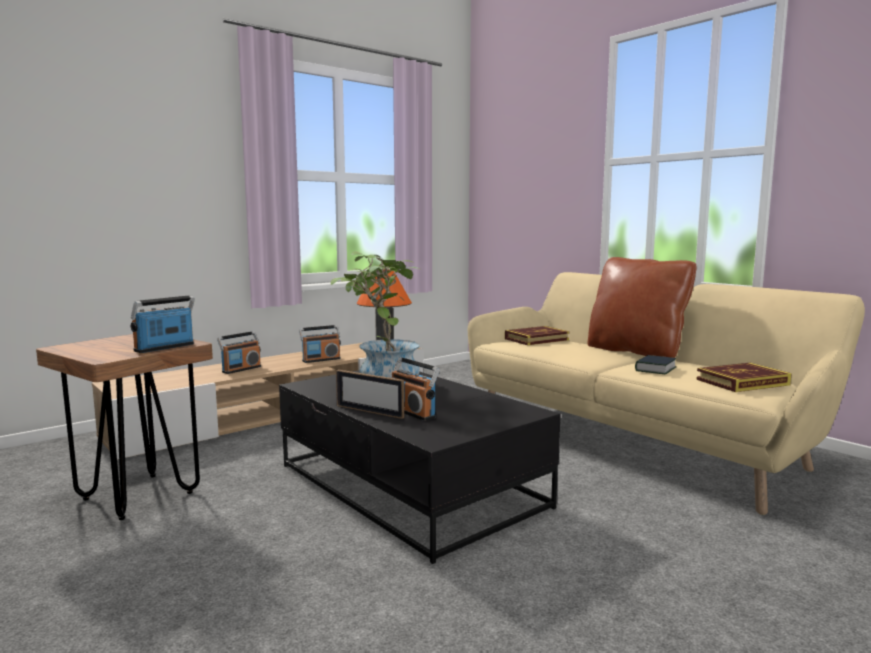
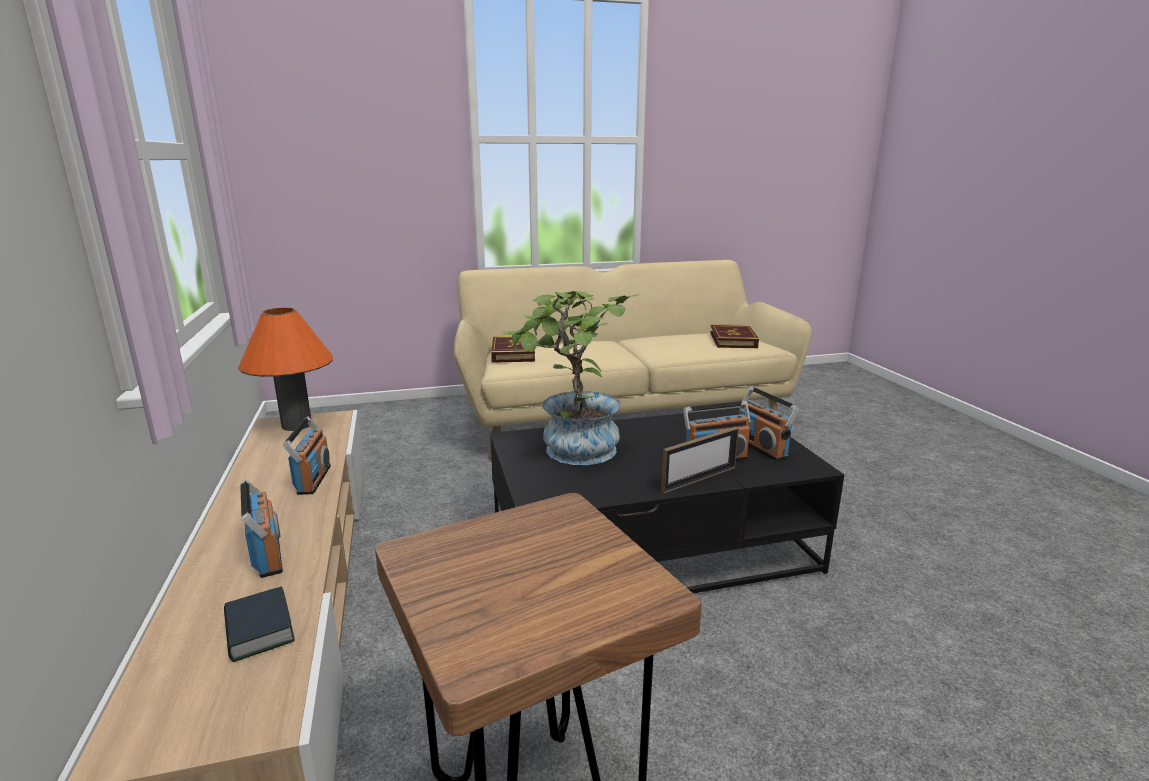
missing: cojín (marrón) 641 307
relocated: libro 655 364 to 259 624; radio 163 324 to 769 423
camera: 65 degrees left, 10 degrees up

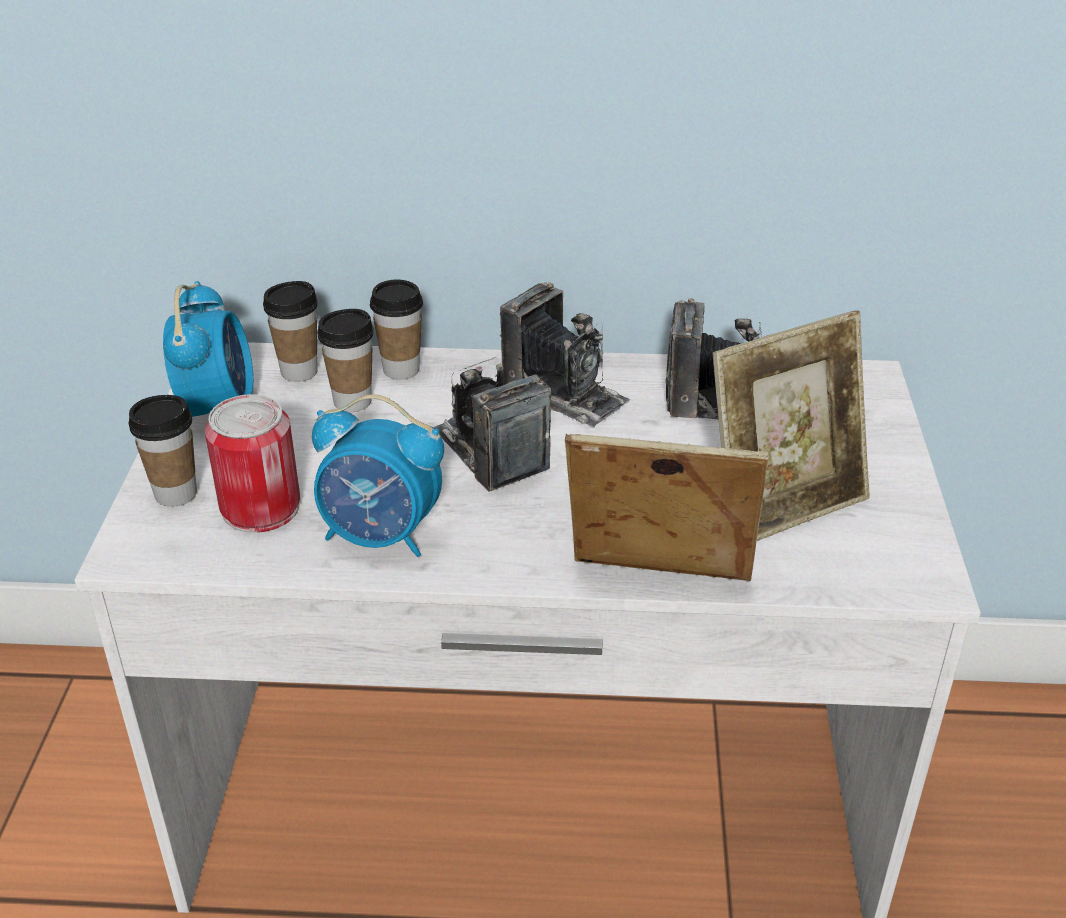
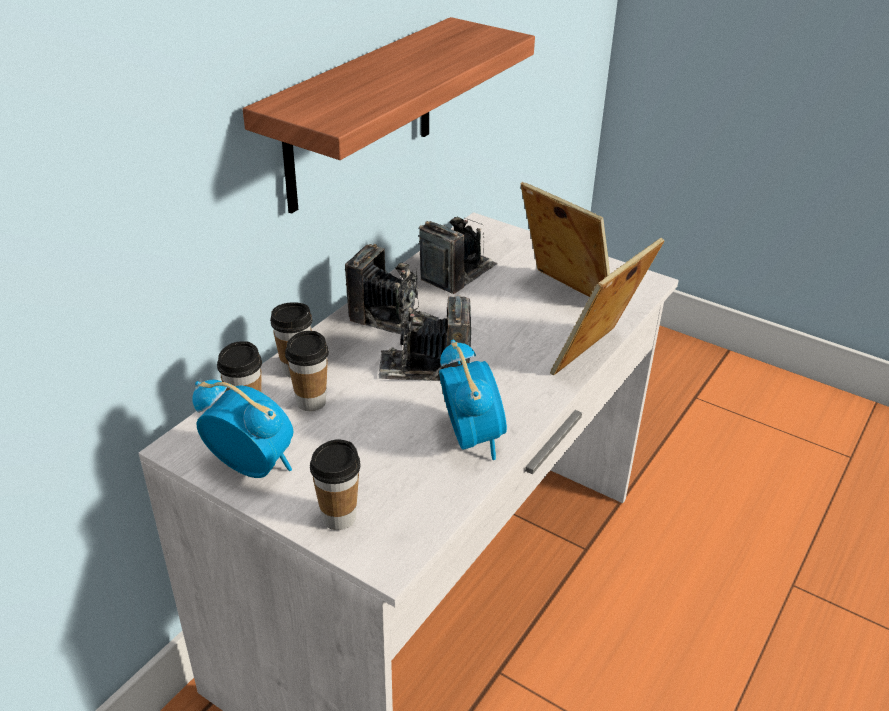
missing: lata 252 463
appeared: estante 389 115
spun: cámara 565 355 = 392 289 45 degrees clockwise; despertador 378 475 = 473 399 60 degrees counterclockwise; portarretratos 791 425 = 565 239 45 degrees counterclockwise
camera: 60 degrees left, 0 degrees up

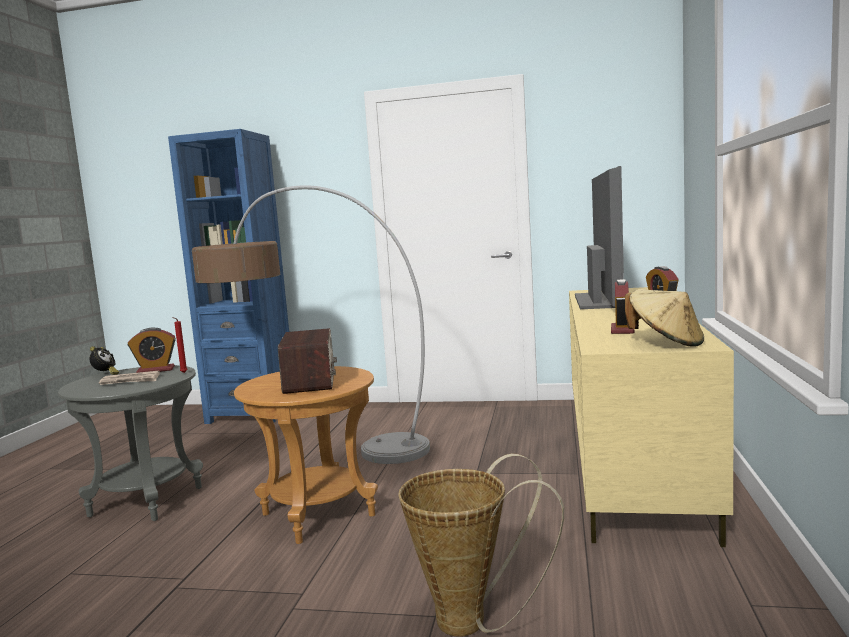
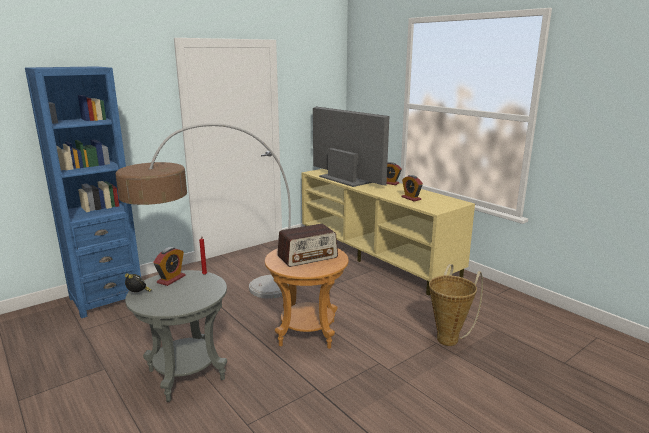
missing: periódico 129 378; sombrero (beis) 664 317
spun: radio 307 361 = 307 245 120 degrees clockwise
camera: 50 degrees left, 10 degrees up

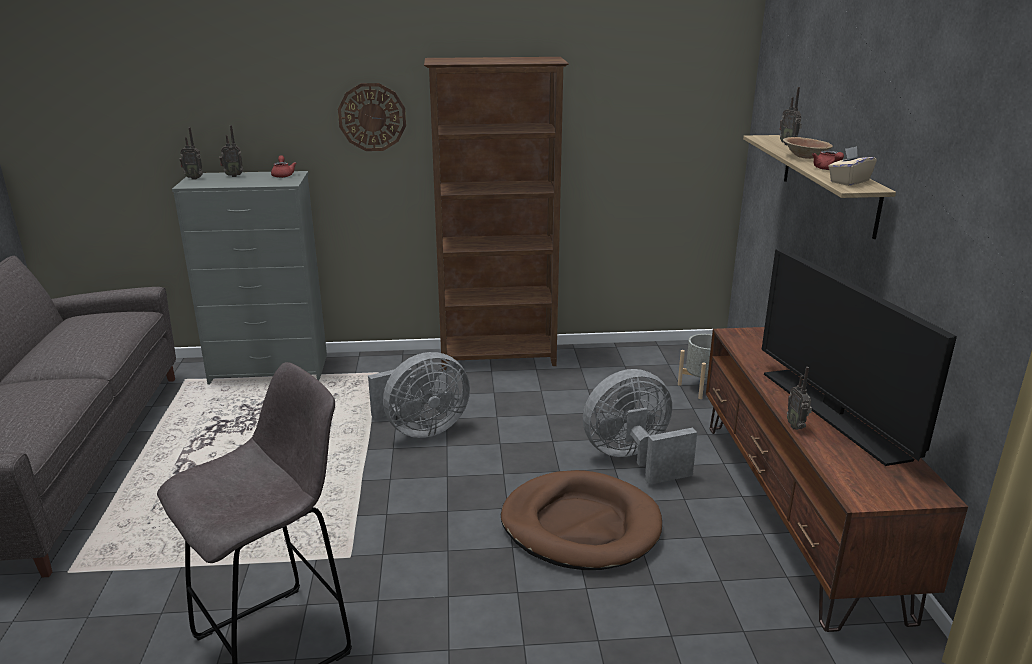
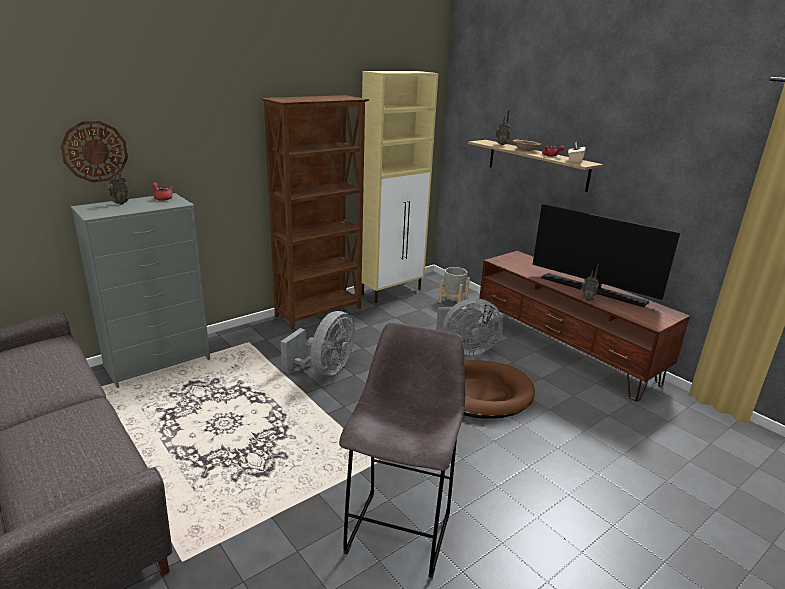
missing: radio 191 153
appeared: armario (beis) 400 187
relocated: reloj de pared 372 117 to 94 151
spun: ventilador (gris) 640 427 = 469 326 135 degrees counterclockwise
camera: 35 degrees left, 0 degrees up

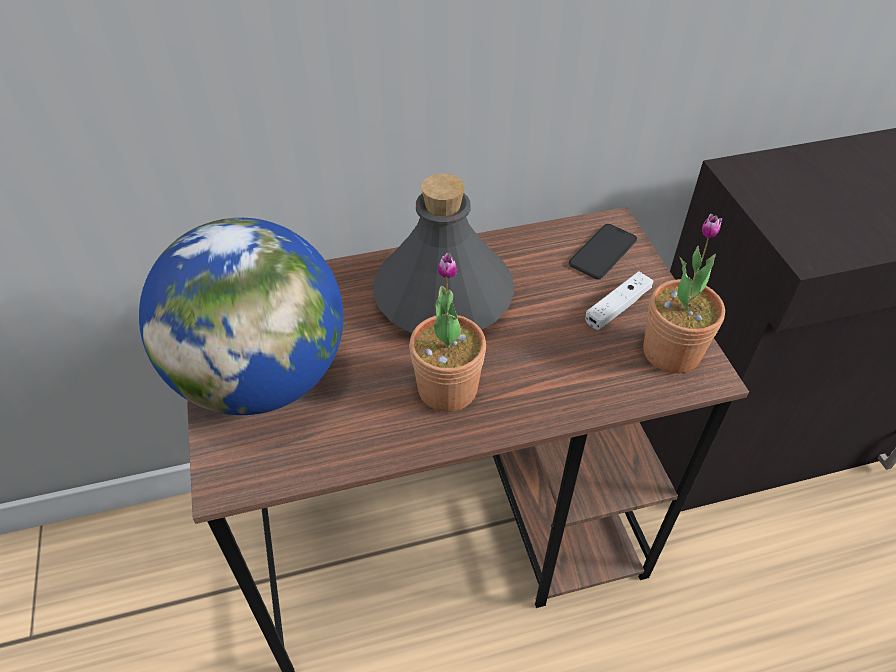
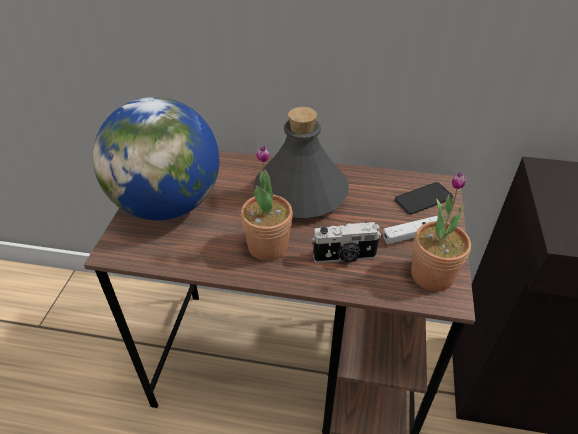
appeared: cámara 346 242
camera: 25 degrees right, 5 degrees down

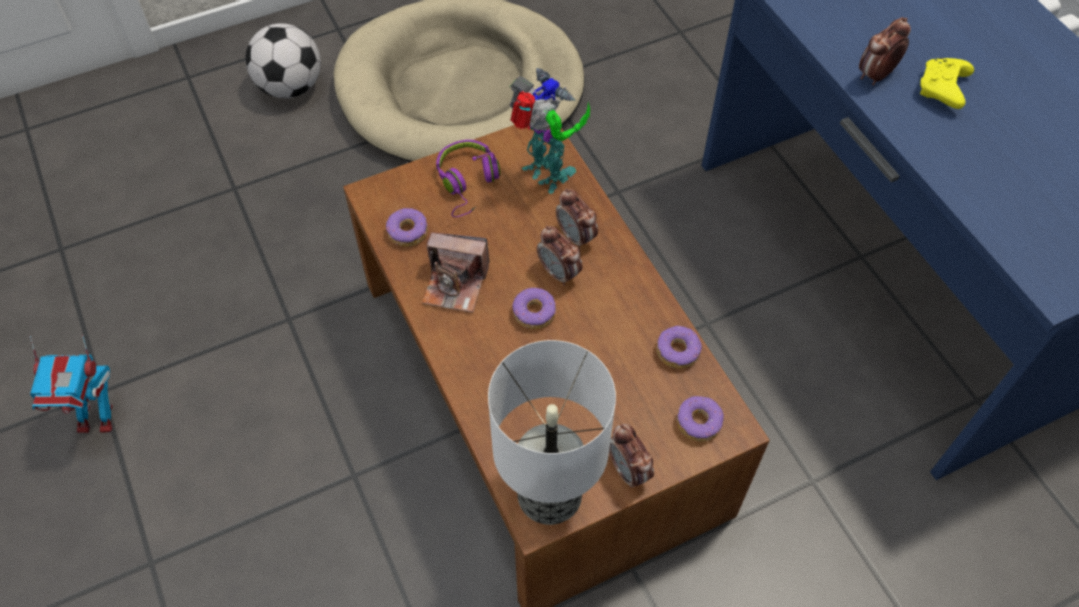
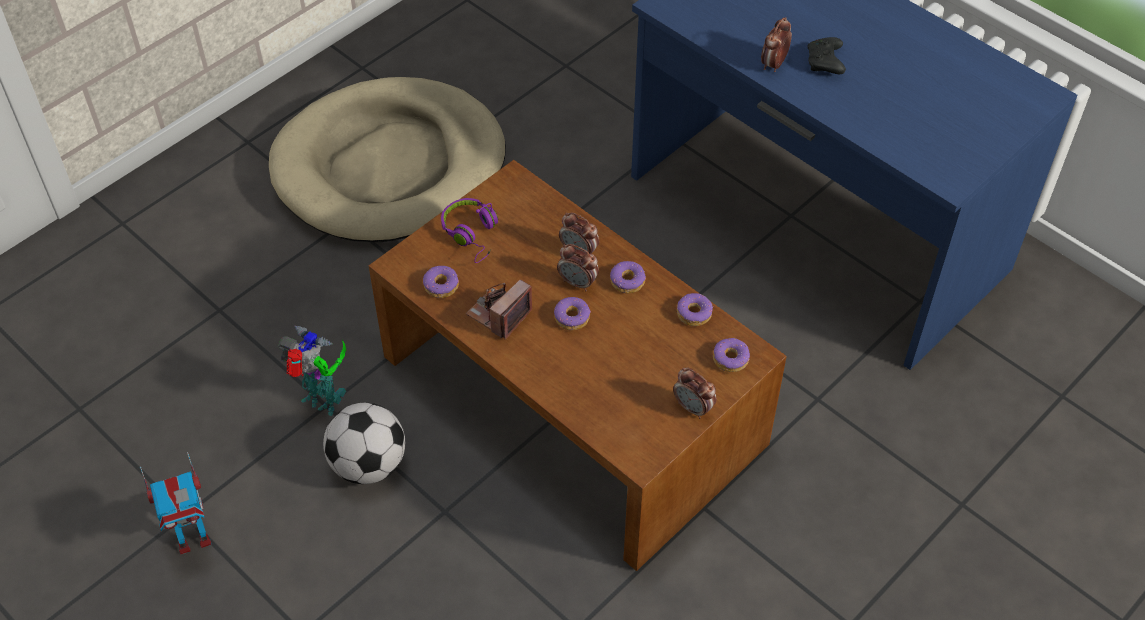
missing: lámpara de mesa 552 432
appeared: rosquilla 628 277
relocated: robot de juguete 550 131 to 312 371; balón de fútbol 283 60 to 364 443
colour: mando de consola (amarillo) 947 83 to mando de consola (negro) 827 55
spun: cámara 456 272 = 499 310 135 degrees clockwise
camera: 20 degrees left, 5 degrees down

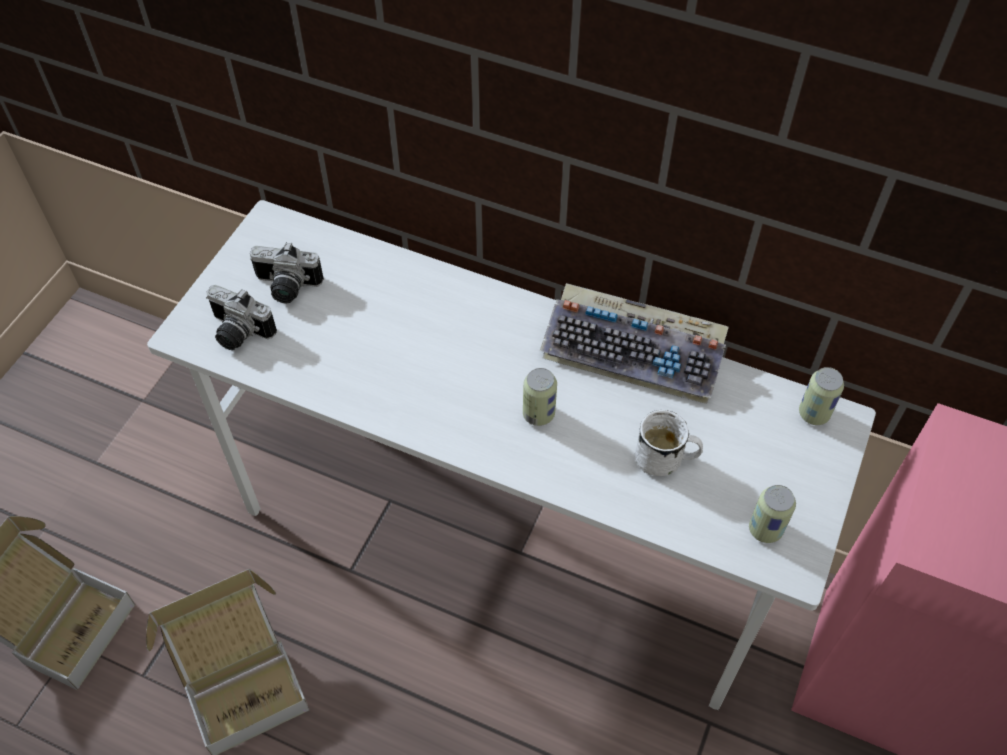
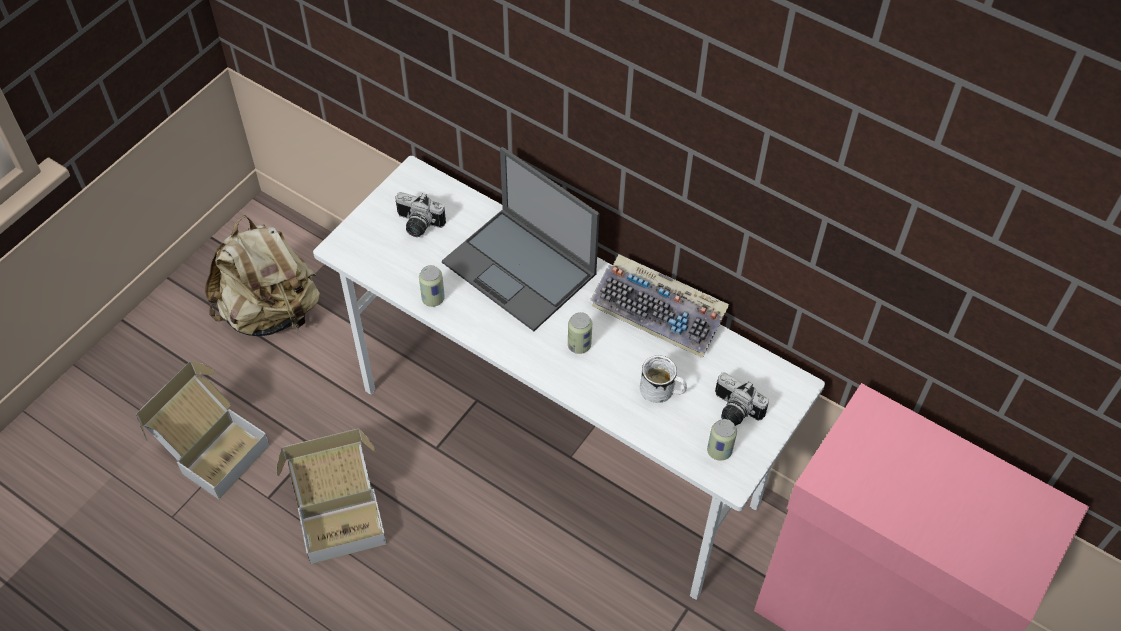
appeared: mochila (beis) 262 275; portátil 520 239
relocated: lata 821 396 to 432 286; cámara 241 317 to 742 399
camera: 10 degrees right, 0 degrees up

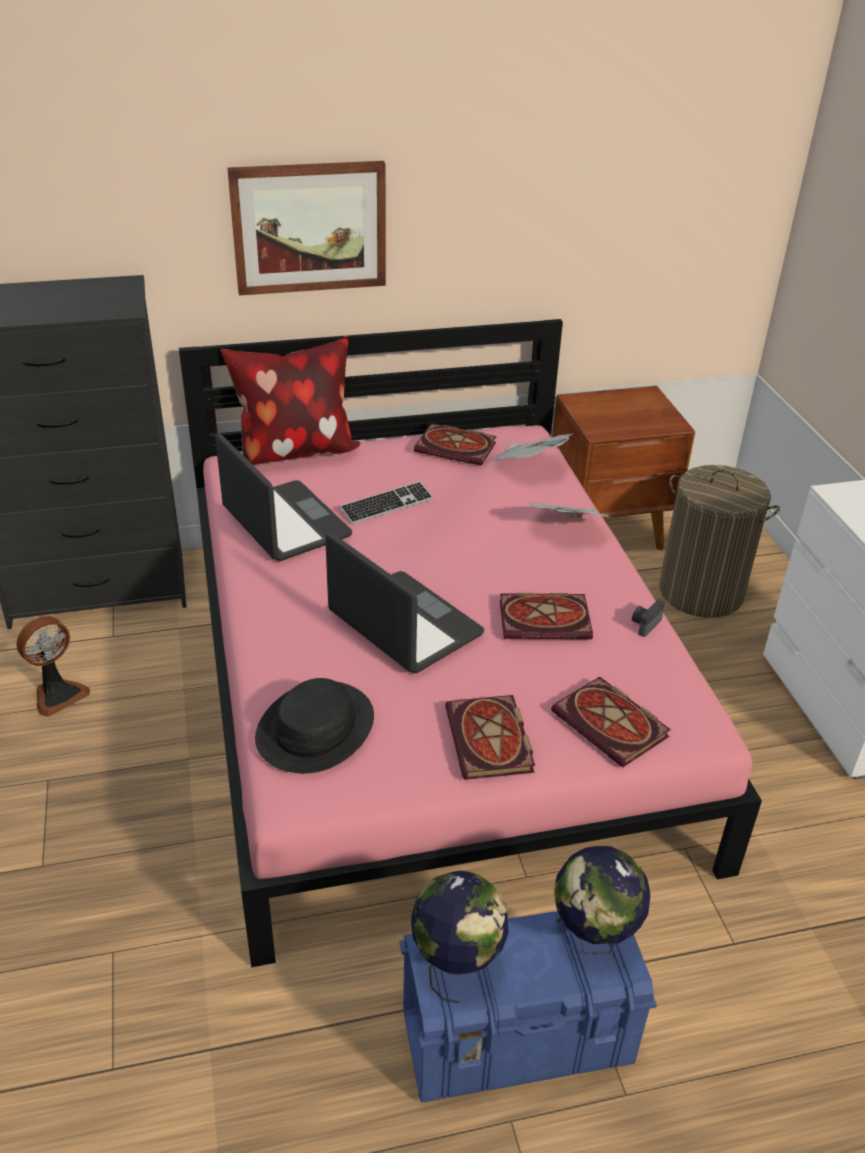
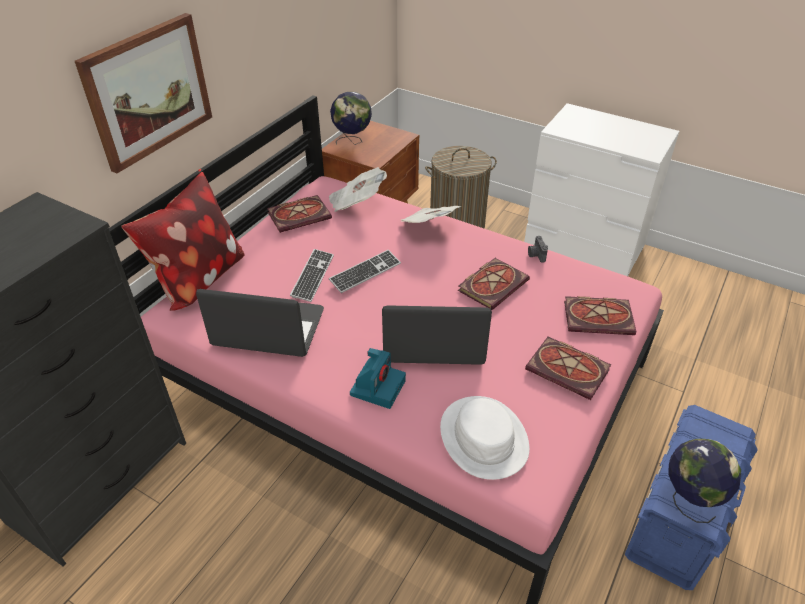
missing: ventilador 53 666
appeared: teclado 365 271; cámara 378 378
relocated: globo terráqueo 602 900 to 351 118
colour: sombrero (negro) 314 725 to sombrero (blanco) 485 438
camera: 45 degrees left, 5 degrees up

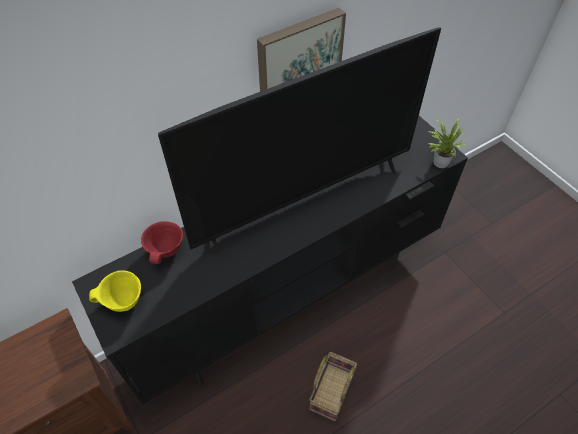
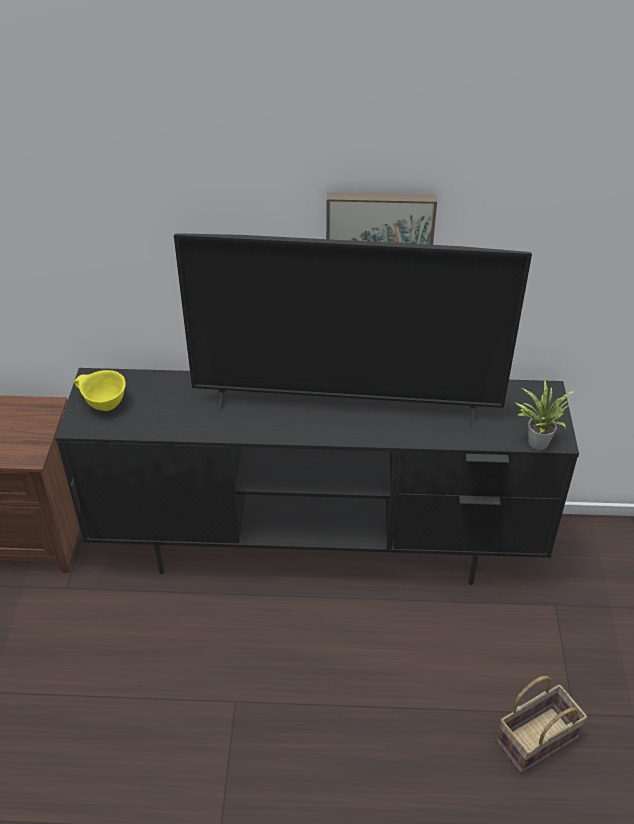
missing: cuenco (rojo) 162 242
relocated: cesta 333 386 to 542 724
camera: 35 degrees right, 10 degrees down

